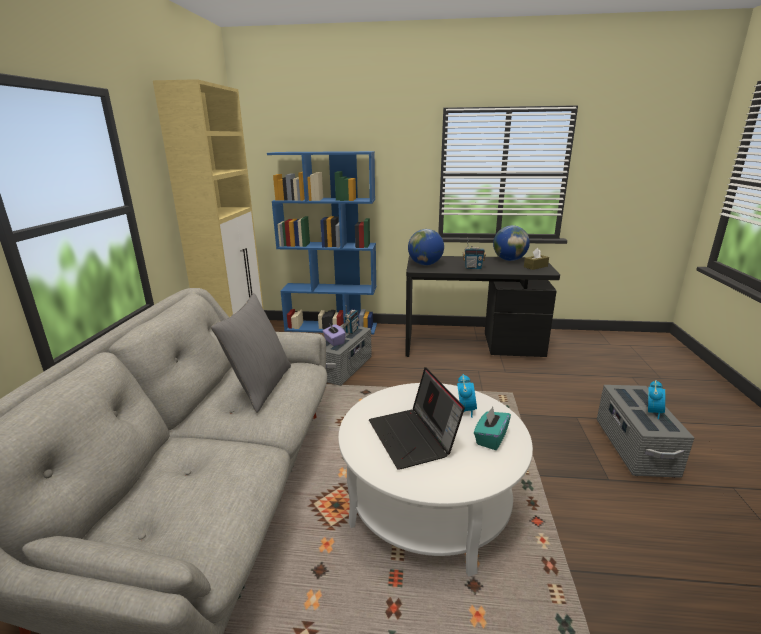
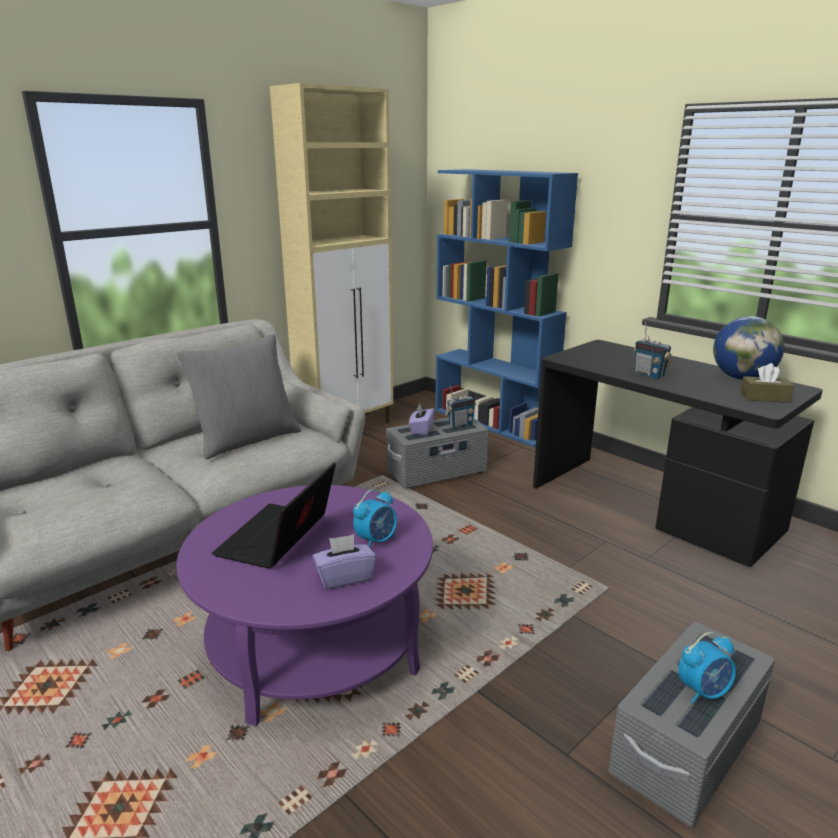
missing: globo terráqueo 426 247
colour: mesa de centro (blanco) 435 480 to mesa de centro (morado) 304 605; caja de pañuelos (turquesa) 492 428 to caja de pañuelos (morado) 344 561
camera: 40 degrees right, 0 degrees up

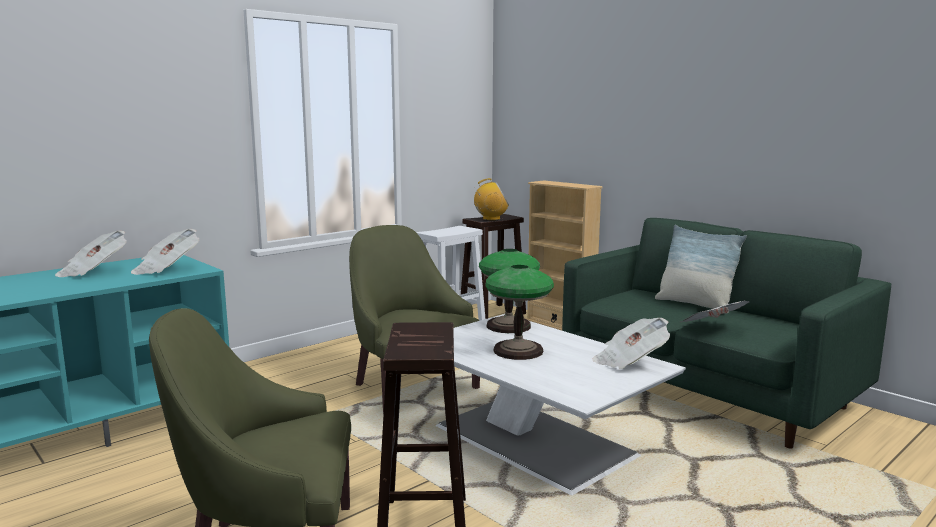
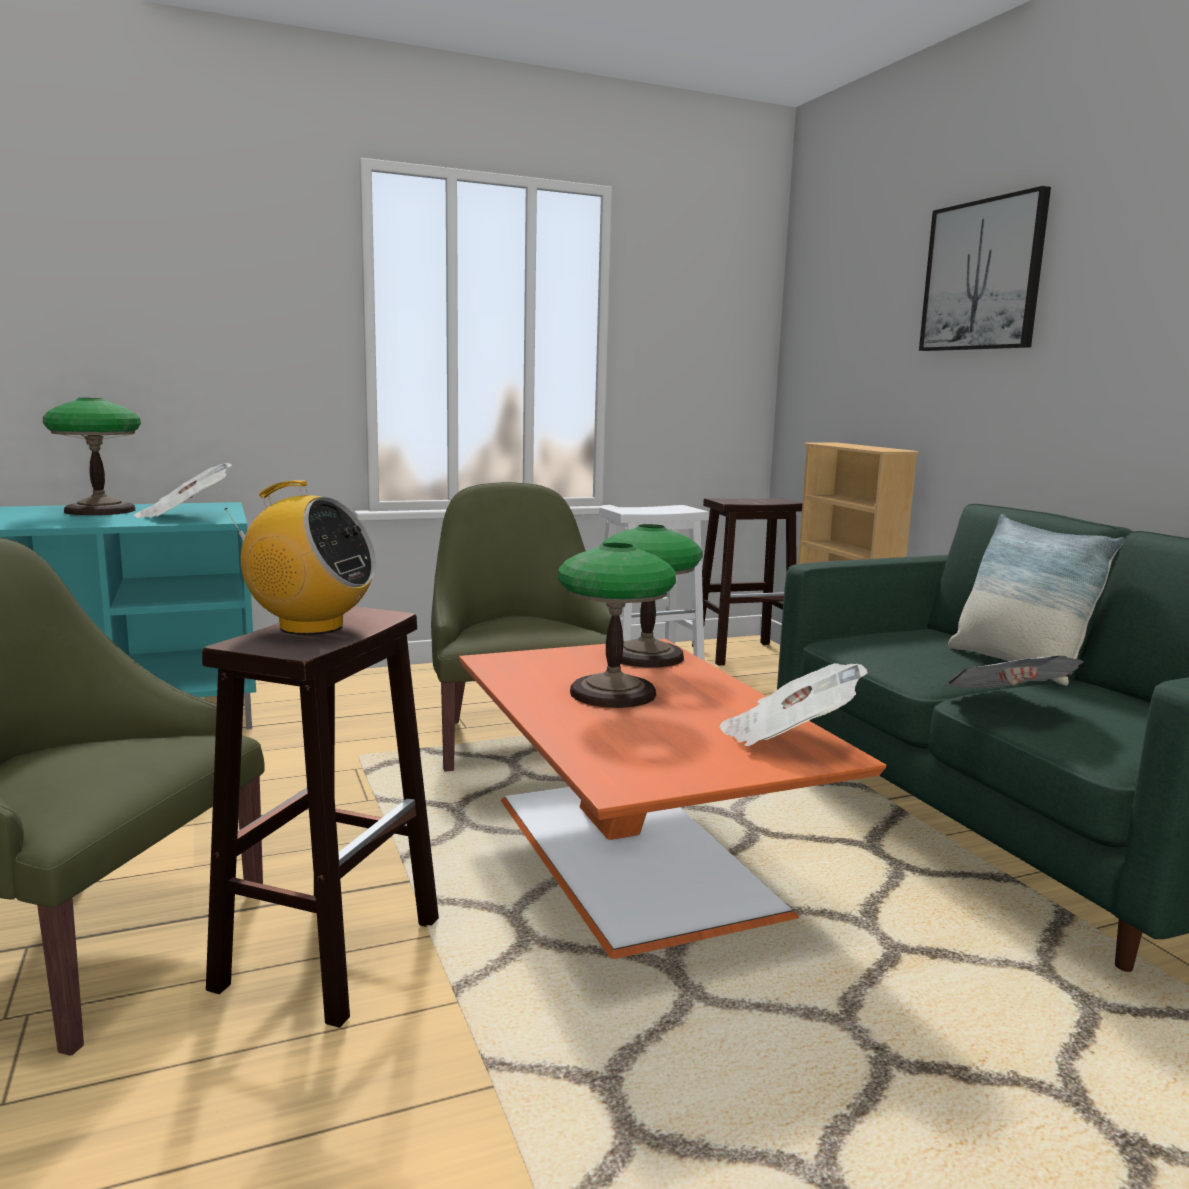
appeared: cuadro 985 268
relocated: radio 491 199 to 300 557
exchanged: periódico 91 253 to lámpara de mesa 92 456
colour: mesa de centro (blanco) 561 404 to mesa de centro (naranja) 672 799
camera: 20 degrees right, 0 degrees up

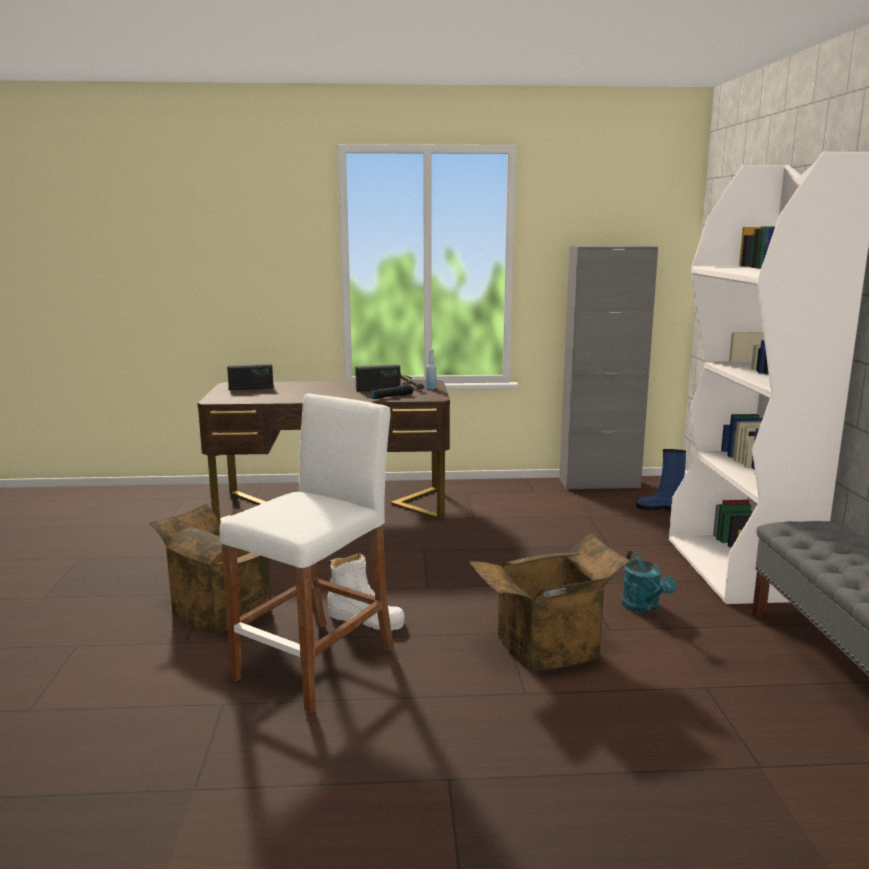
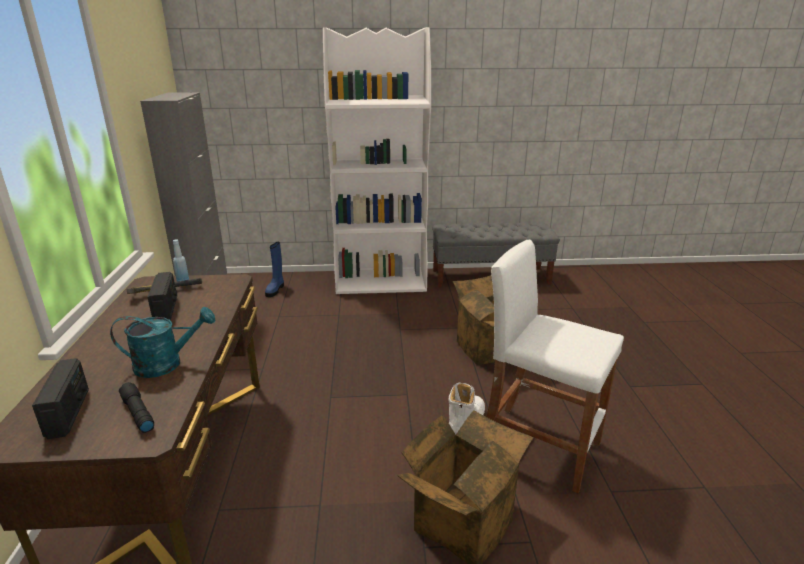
relocated: regadera (turquesa) 648 582 to 163 342; linterna (negro) 392 391 to 136 407
camera: 90 degrees left, 10 degrees up

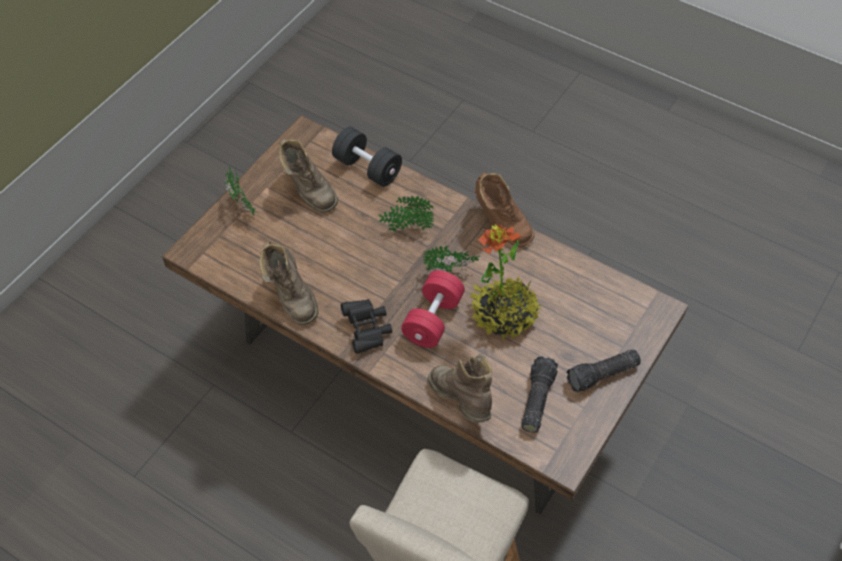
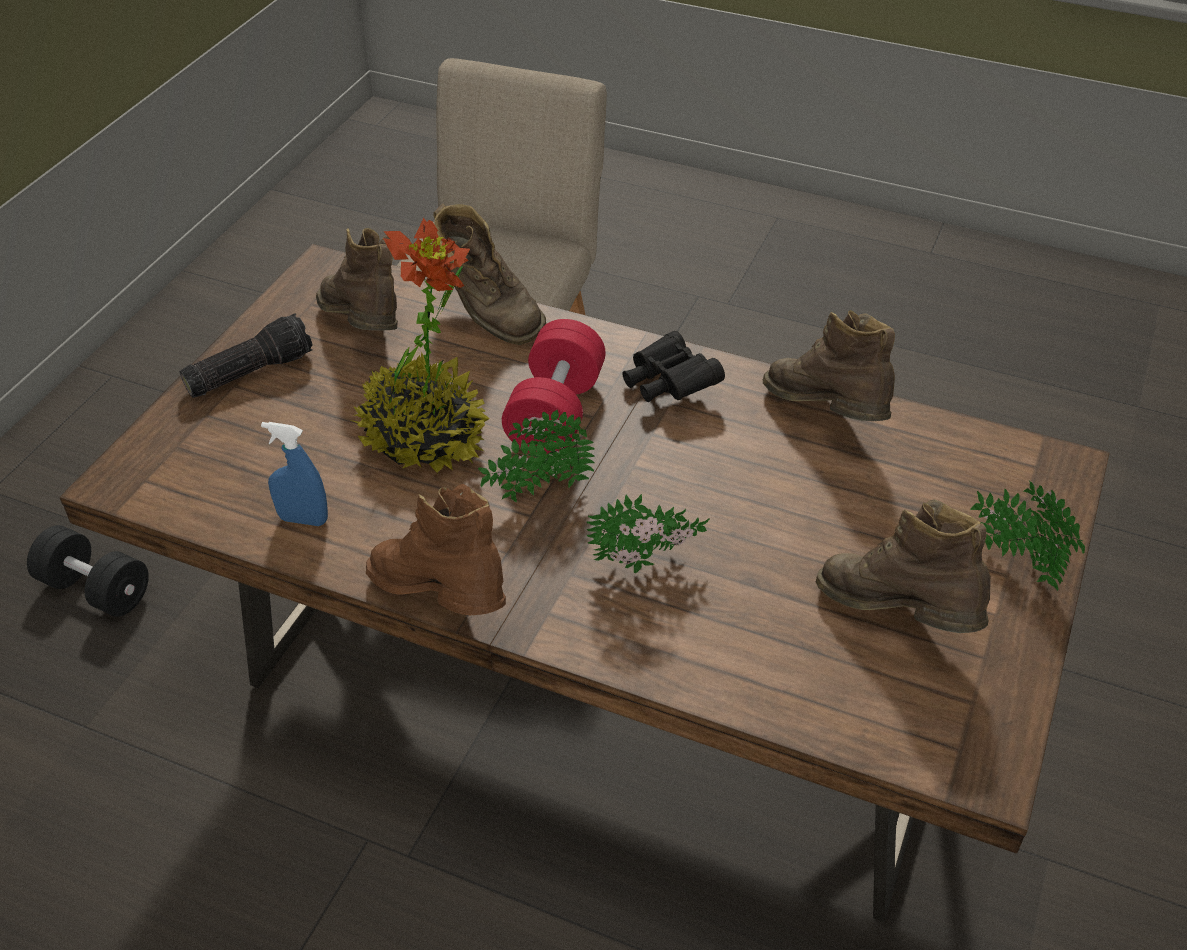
appeared: pulverizador (azul) 294 474
relocated: mancuerna (negro) 367 157 to 88 571
exchanged: linterna 540 394 to bota (marrón) 357 279
camera: 170 degrees right, 10 degrees down

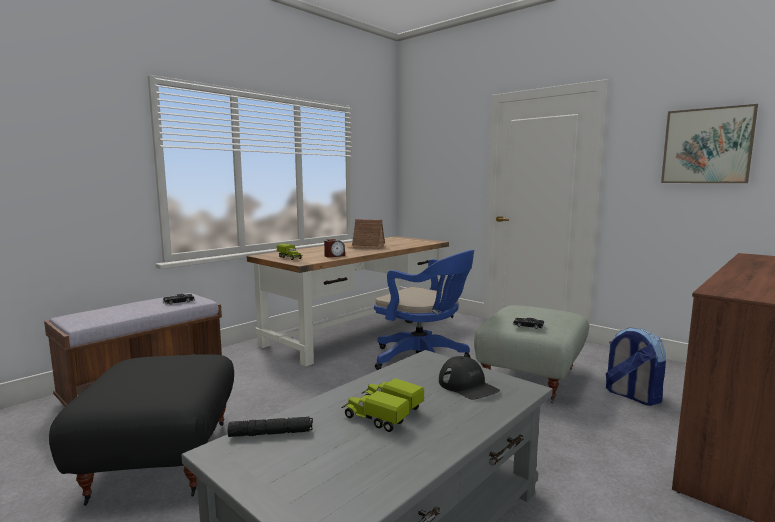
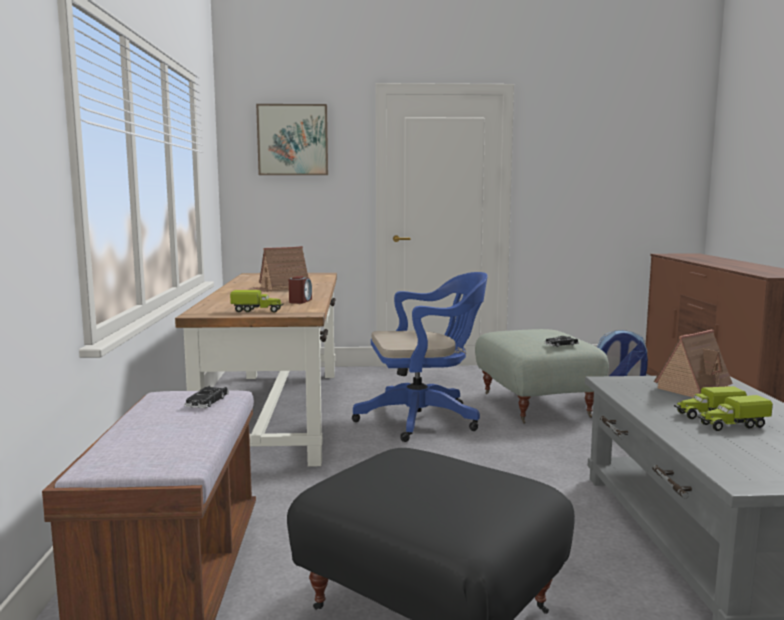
missing: linterna (negro) 270 427
relocated: cuadro 709 143 to 292 139
exchanged: gorra (negro) 469 377 to casita 693 363
camera: 45 degrees left, 0 degrees up

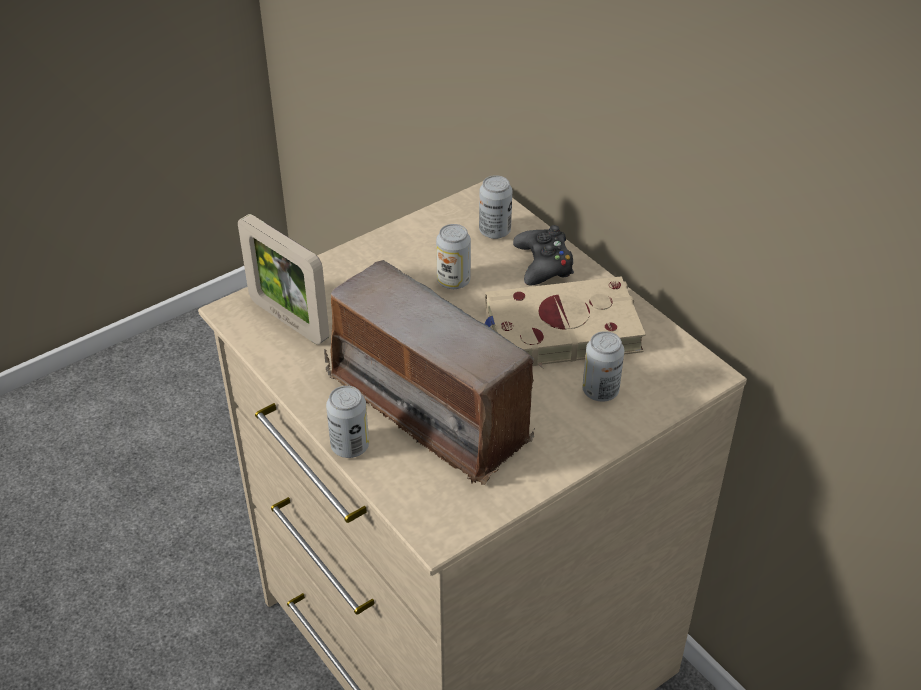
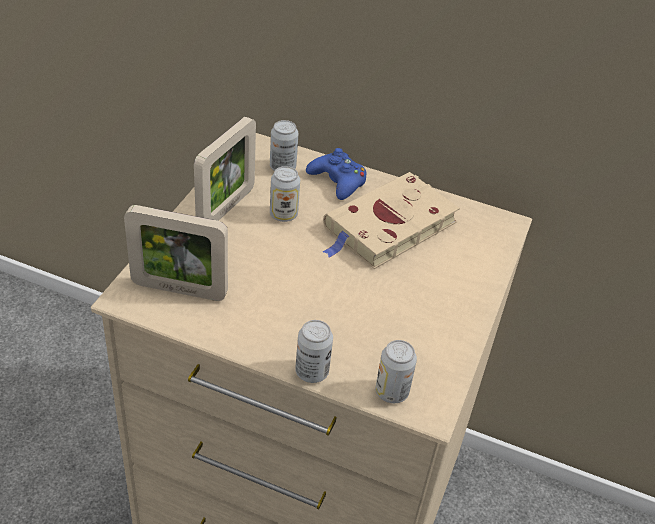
missing: radio 433 372
appeared: portarretratos 225 169
relocated: lata 603 366 to 396 371
colour: mando de consola (negro) 543 255 to mando de consola (azul) 336 174
camera: 35 degrees left, 0 degrees up

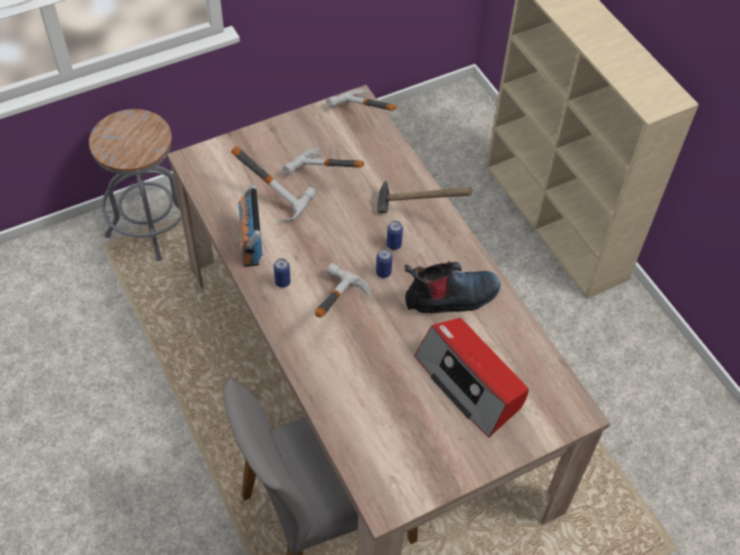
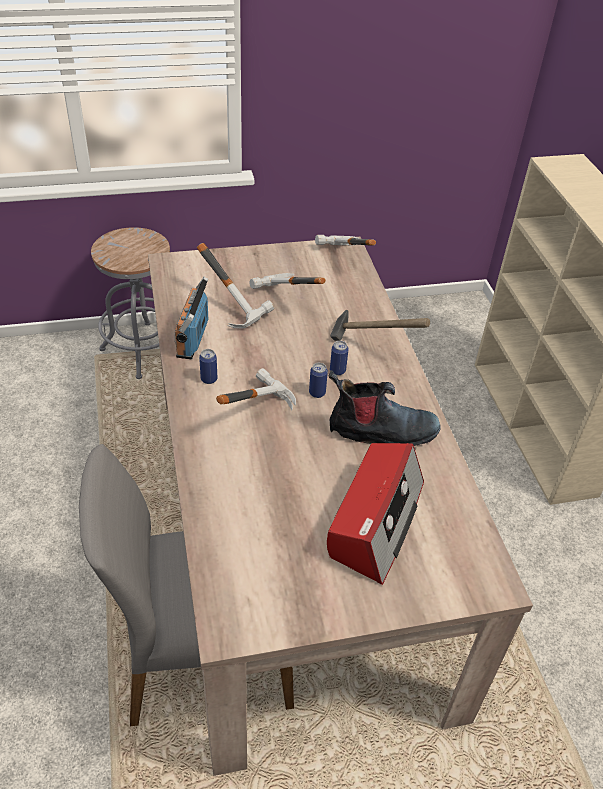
spun: radio 471 378 = 375 514 135 degrees counterclockwise
camera: 15 degrees right, 10 degrees down

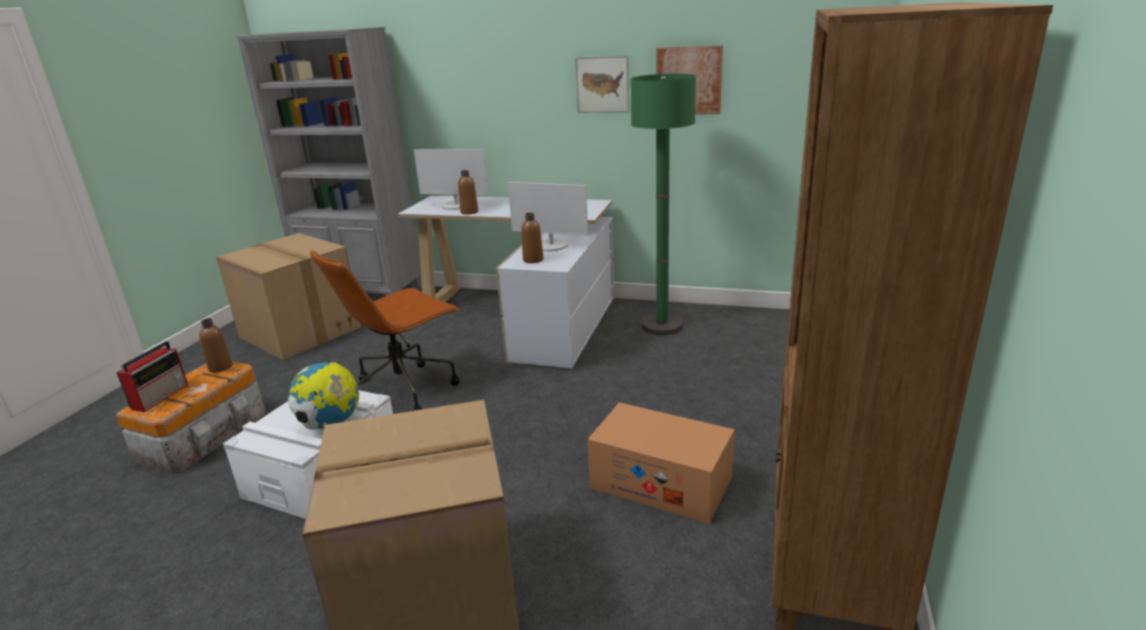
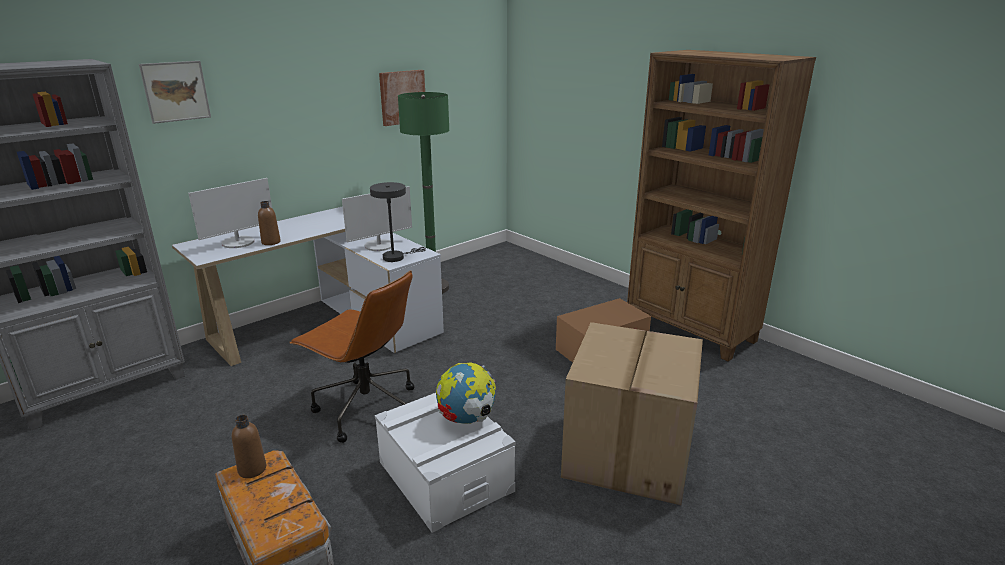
missing: radio 152 376; caja de cartón 289 296
relocated: cuadro 602 84 to 175 92
exchanged: botella (marrón) 532 238 to lámpara de mesa (gris) 398 222
spun: silla de oficina (marrón) 385 330 = 351 356 45 degrees counterclockwise
camera: 60 degrees left, 0 degrees up

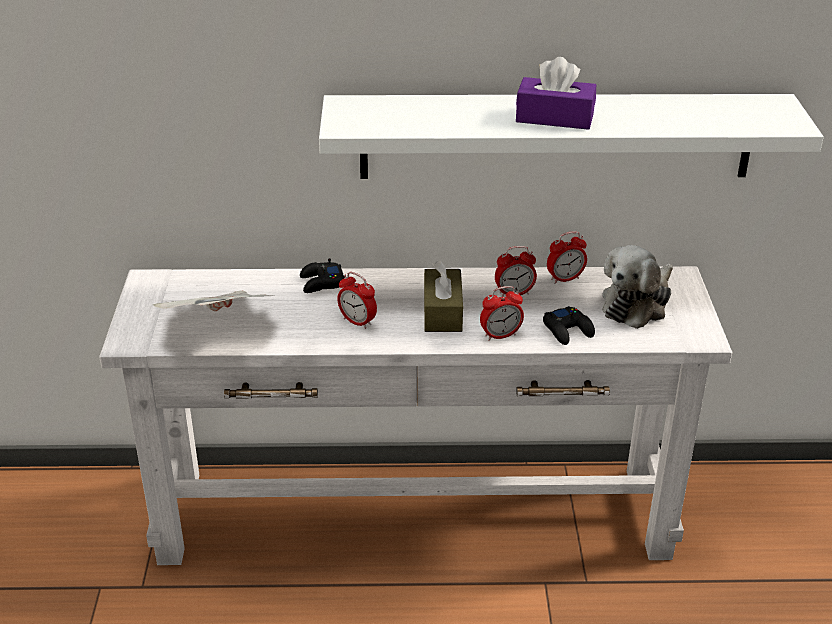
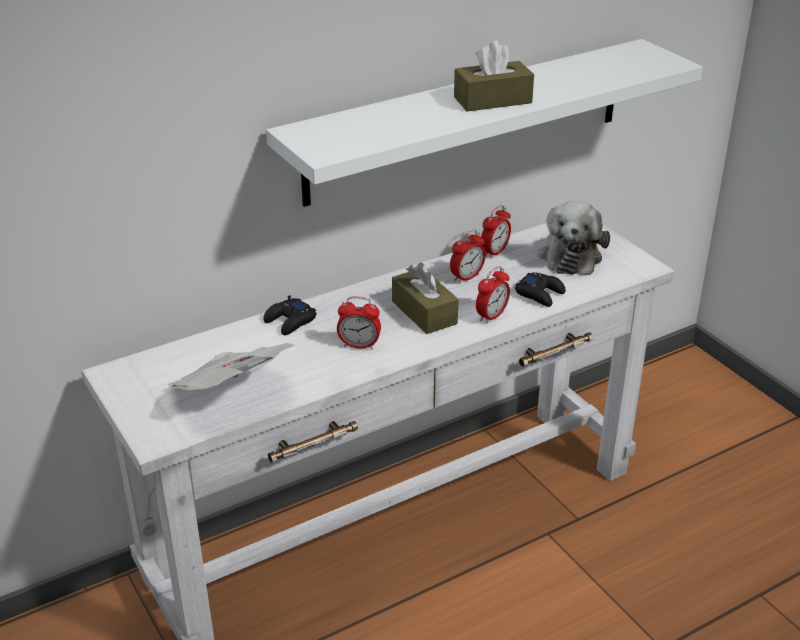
colour: caja de pañuelos (morado) 556 93 to caja de pañuelos (marrón) 494 76
camera: 30 degrees left, 0 degrees up

